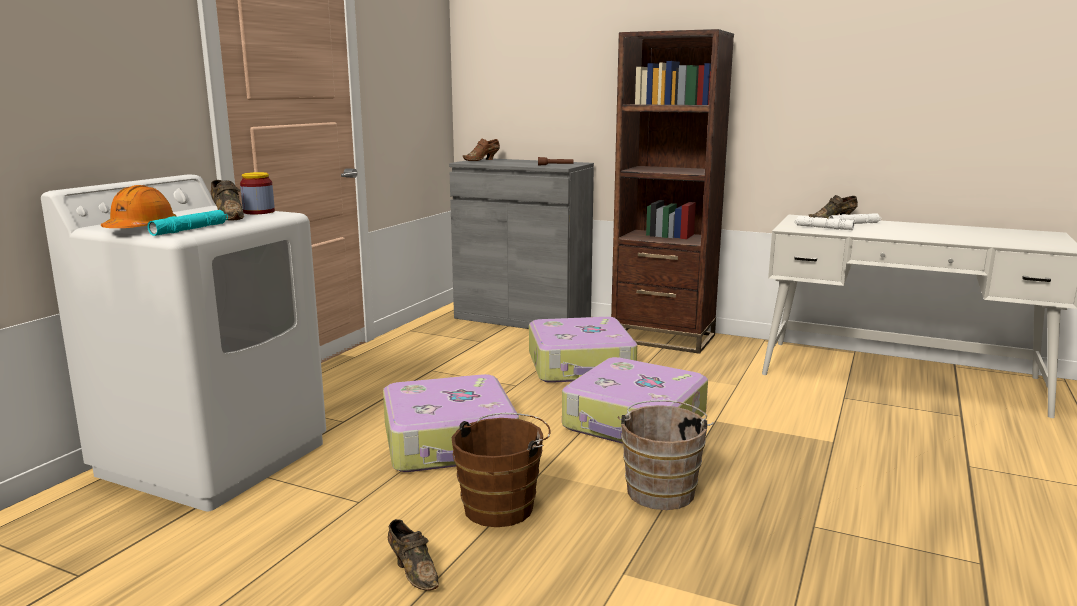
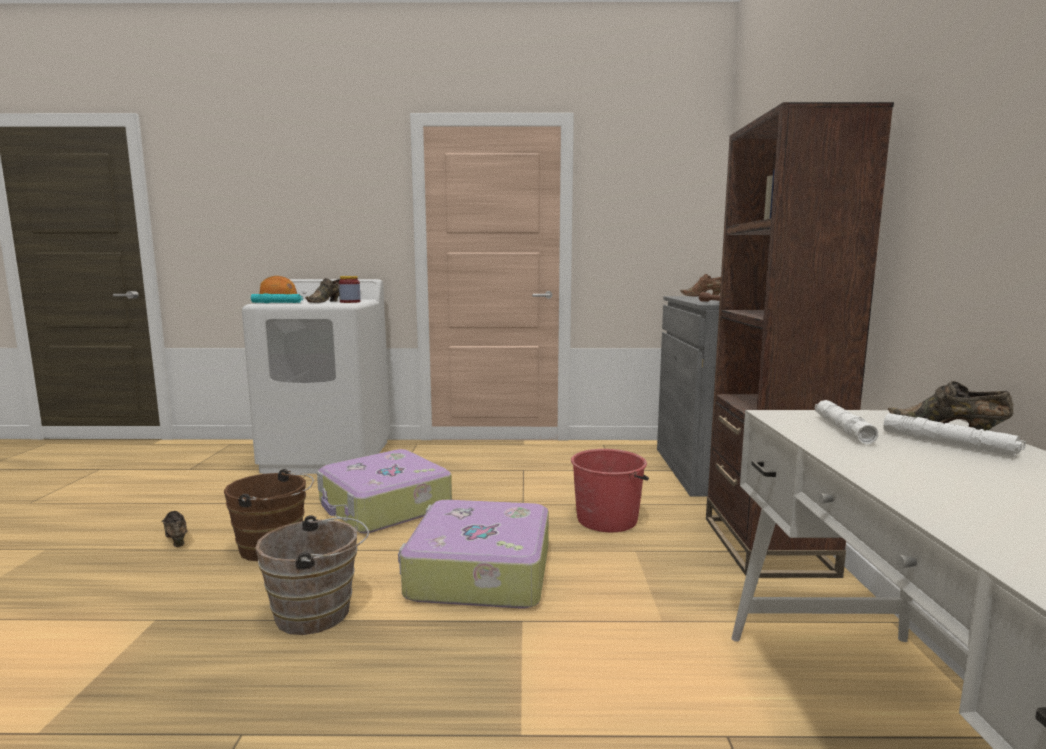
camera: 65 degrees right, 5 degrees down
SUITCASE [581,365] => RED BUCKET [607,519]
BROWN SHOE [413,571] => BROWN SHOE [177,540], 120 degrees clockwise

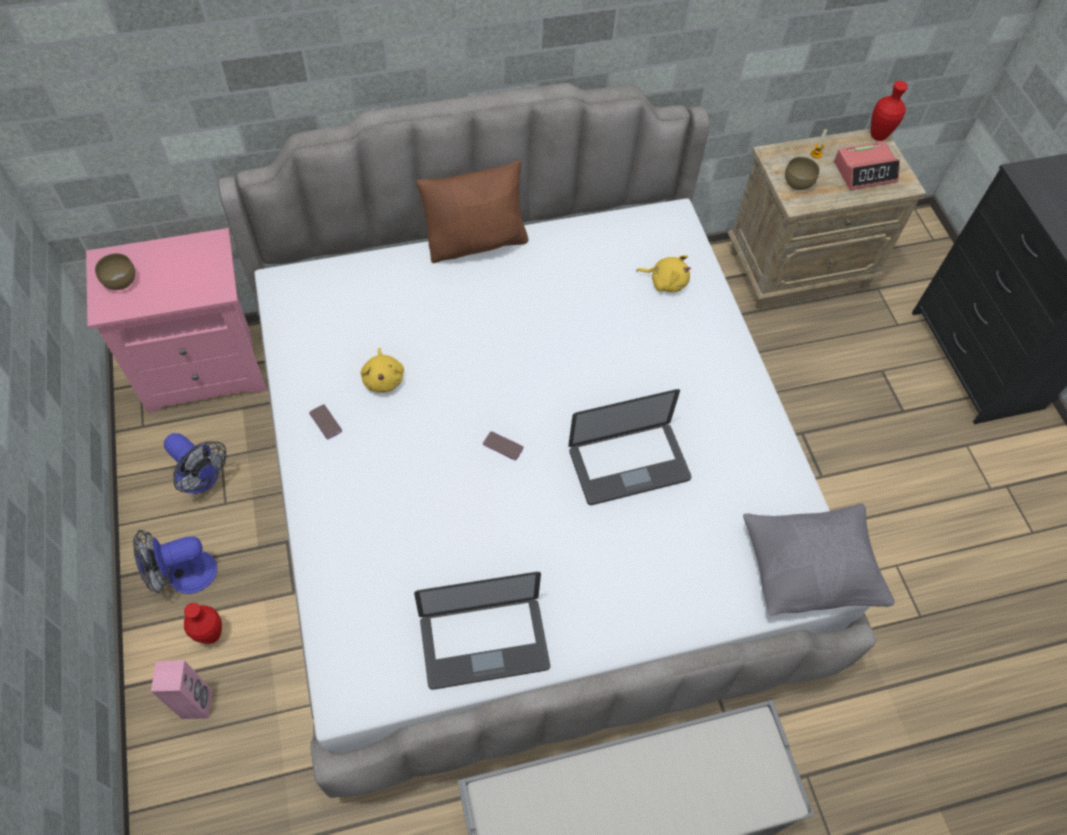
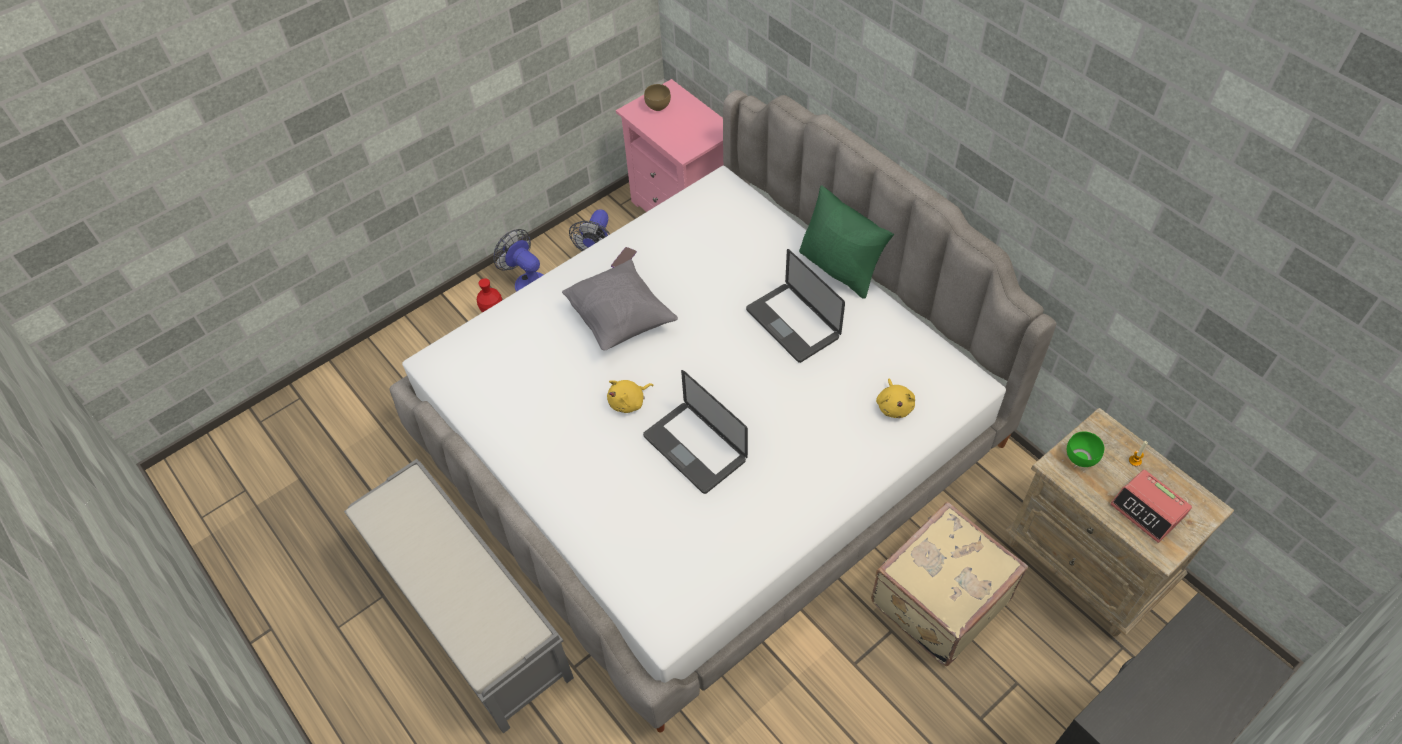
camera: 70 degrees right, 5 degrees down
RED VASE [878,136] => nothing
BROWN BOWL [796,183] => GREEN BOWL [1081,456]
BROWN PILLOW [476,242] => GREEN PILLOW [840,268]
YELLOW PLUSH TOY [383,378] => YELLOW PLUSH TOY [629,402], move
PHONE [503,446] => nothing
GREY PILLOW [809,571] => GREY PILLOW [620,320], move
LAPTOP [484,643] => LAPTOP [792,323], move
PINK SPEAKER [198,704] => nothing
nothing => BEIGE SUITCASE [937,599]

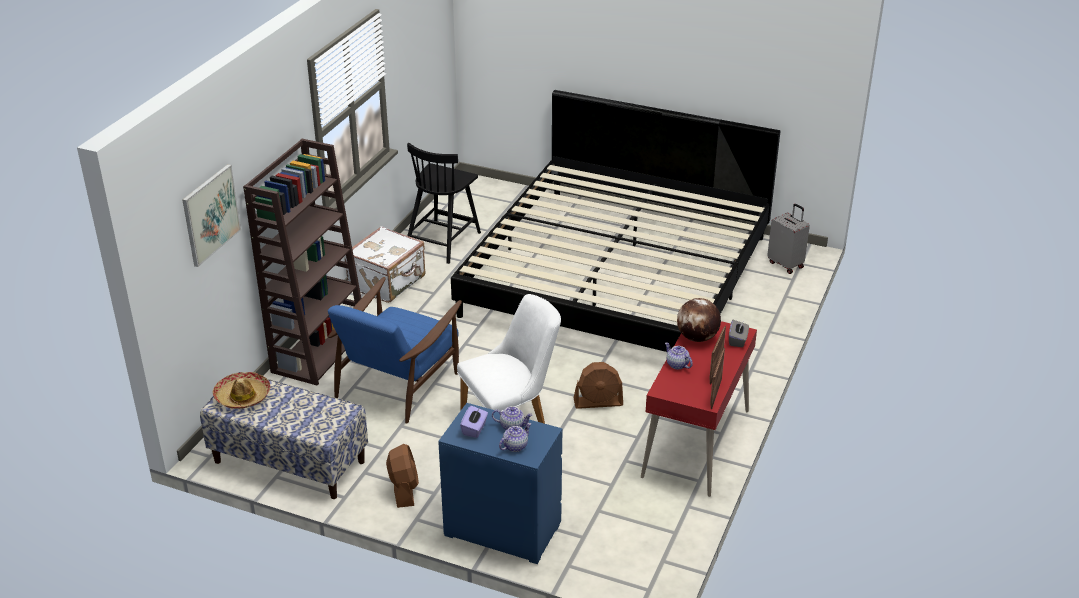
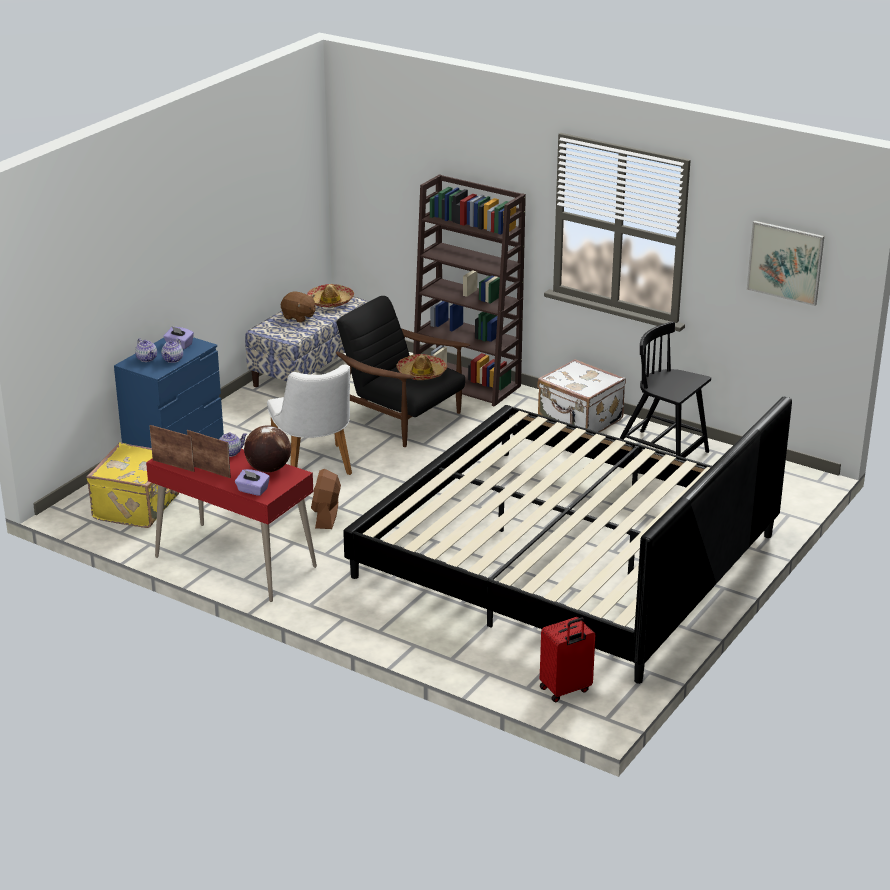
camera: 100 degrees right, 5 degrees down
PICTURE [211,214] => PICTURE [785,262], move
GREY SUITCASE [786,264] => RED SUITCASE [565,690]
BLUE ARMCHAIR [398,382] => BLACK ARMCHAIR [402,418]
GREY TISSUE BOX [737,340] => PURPLE TISSUE BOX [252,490]
BROWN FAN [404,489] => nothing
nothing => BROWN PLUSH TOY [299,317]
nothing => HAT [422,373]
nothing => YELLOW SUITCASE [138,507]

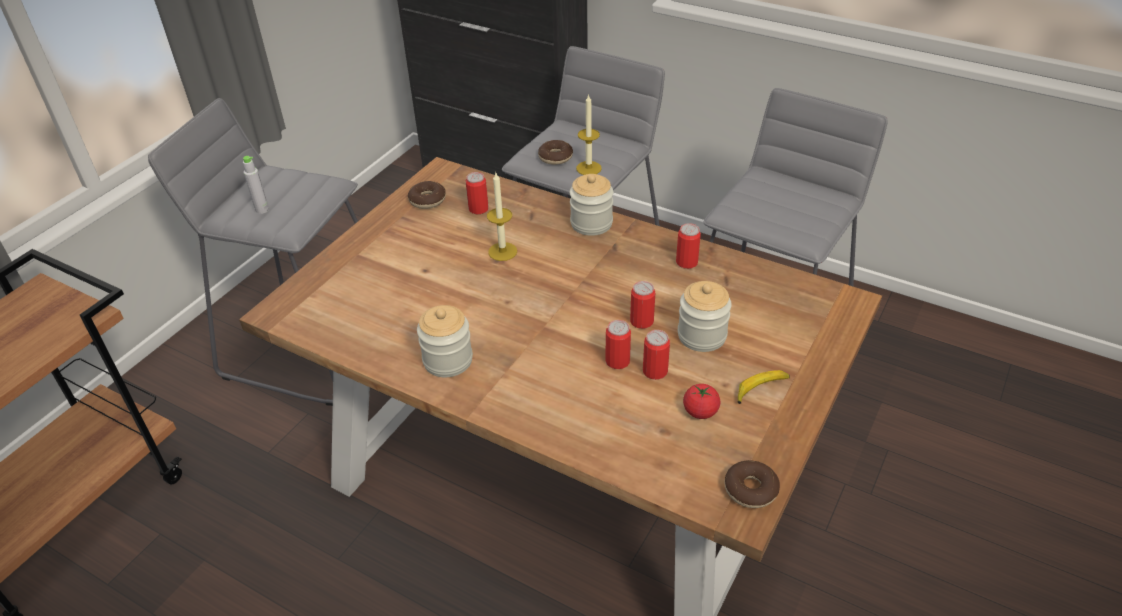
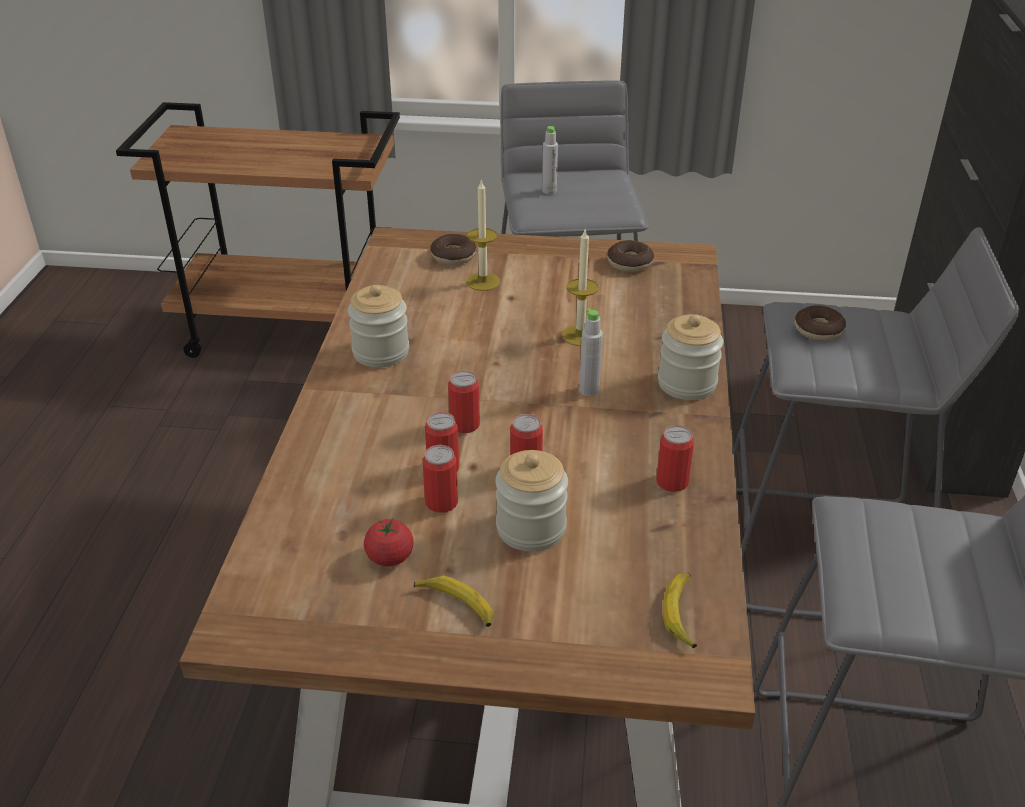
camera: 65 degrees right, 5 degrees down
CANDLE [588,168] => CANDLE [483,282], move
CAN [478,209] => CAN [464,425], move
DONUT [750,490] => DONUT [453,256], move
nothing => GREY BOTTLE [589,390]
nothing => BANANA [682,613]

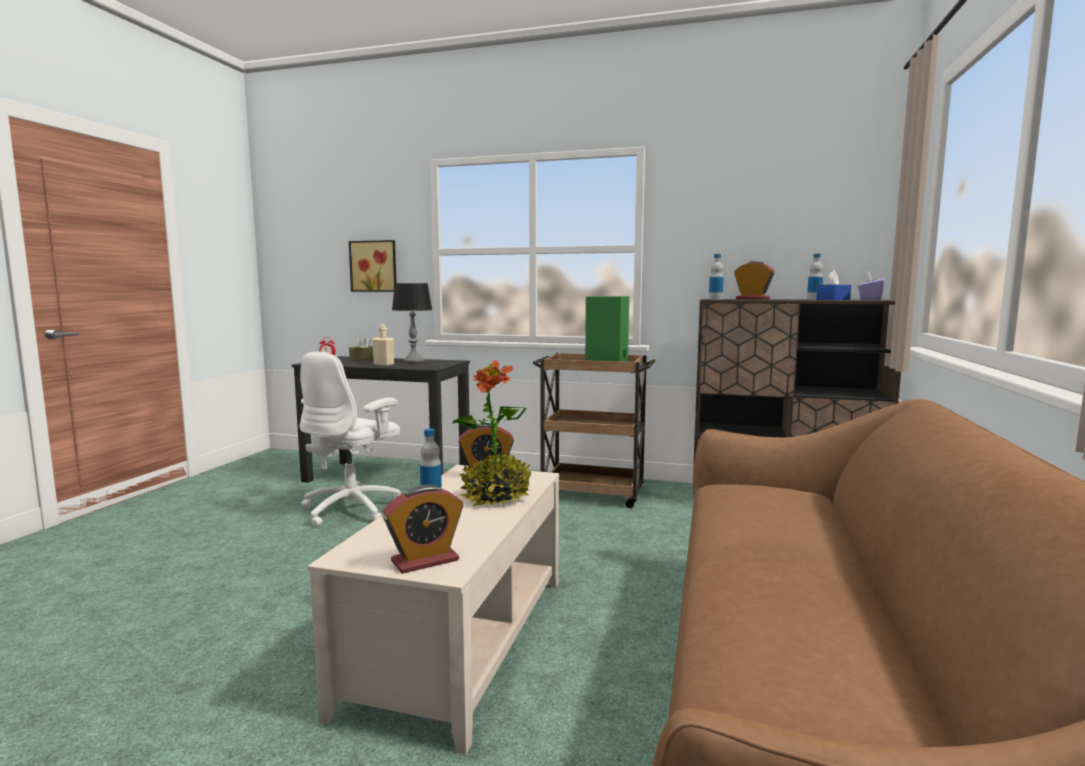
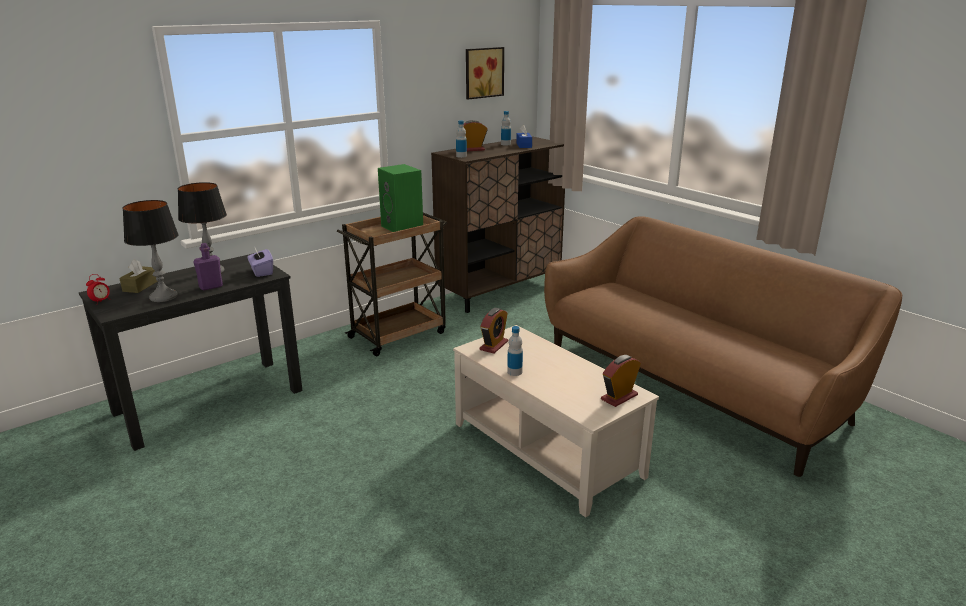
camera: 55 degrees left, 15 degrees up
PICTURE [374,266] => PICTURE [483,72], move
PURPLE TISSUE BOX [870,300] => PURPLE TISSUE BOX [261,272], move
BEIGE BOTTLE [384,365] => PURPLE BOTTLE [211,287]
WHITE OFFICE CHAIR [352,509] => nothing
POTTED PLANT [496,496] => nothing
ALARM CLOCK [425,561] => ALARM CLOCK [619,397], 135 degrees counterclockwise
nothing => TABLE LAMP [163,297]

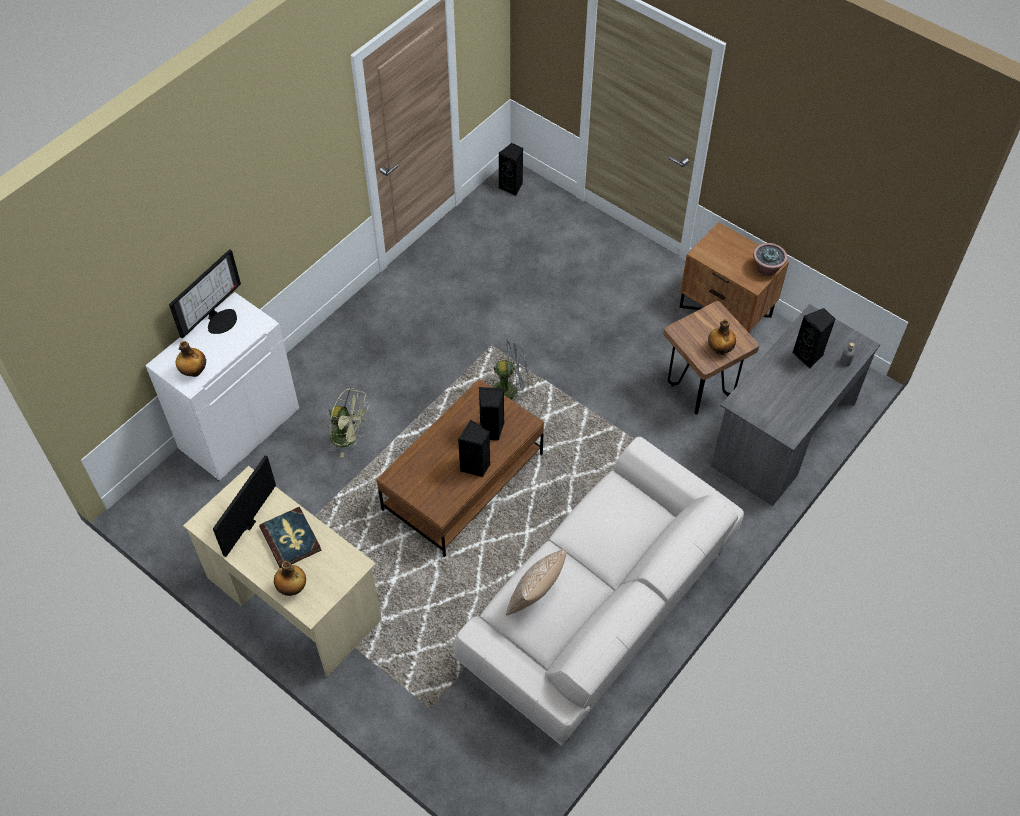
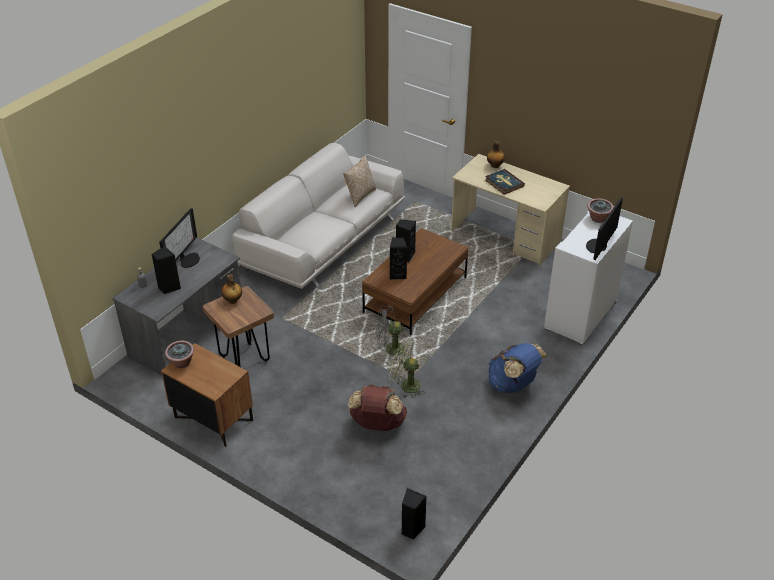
camera: 175 degrees right, 15 degrees down
BOTTLE [194,371] => POTTED PLANT [598,219]
GREEN FAN [349,438] => GREEN FAN [405,386], move
MONITOR [243,522] => MONITOR [188,259], move
nothing => BLUE BACKPACK [513,384]
nothing => BROWN BACKPACK [377,424]

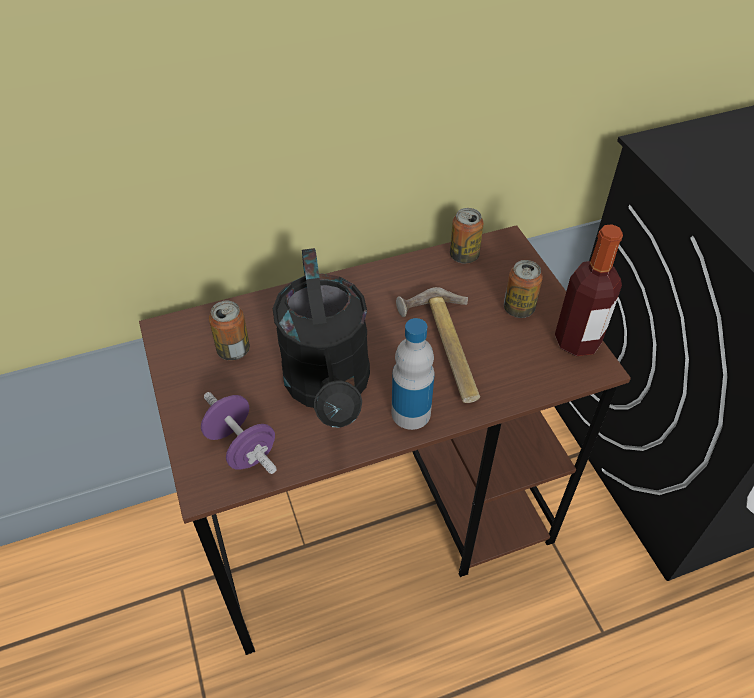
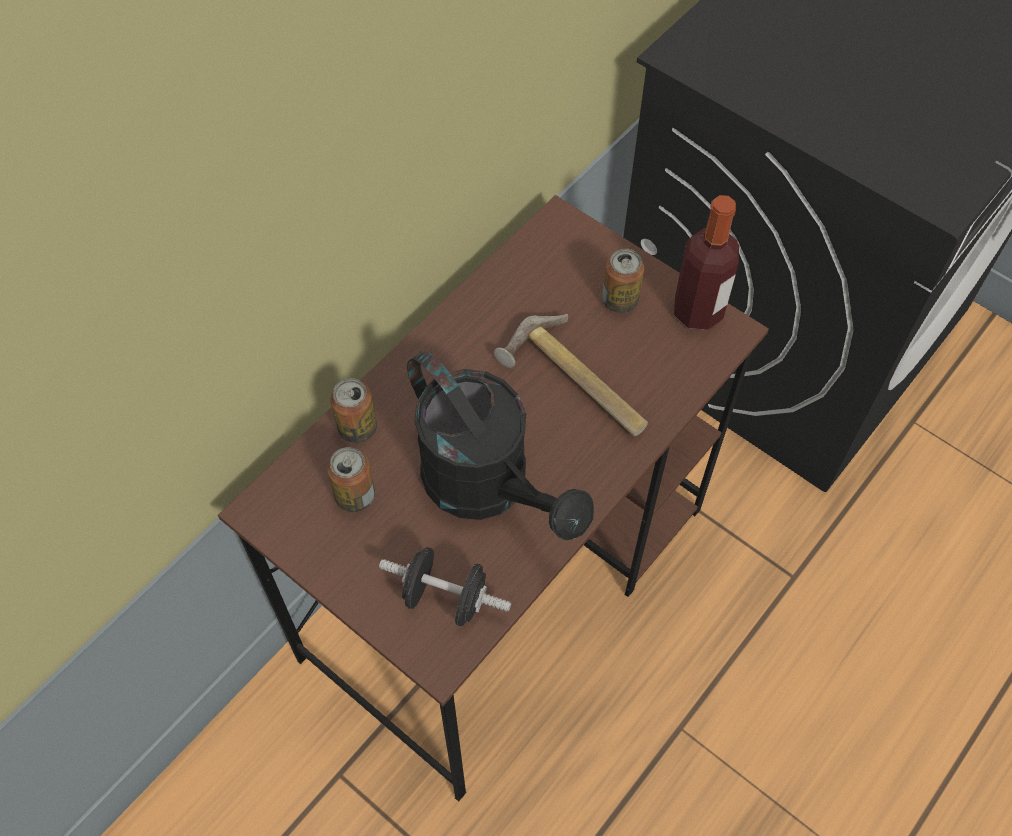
camera: 30 degrees left, 10 degrees up
CAN [464,256] => CAN [357,428], move
BOTTLE [411,413] => nothing
PURPLE DUMBBELL [241,447] => BLACK DUMBBELL [445,598]

